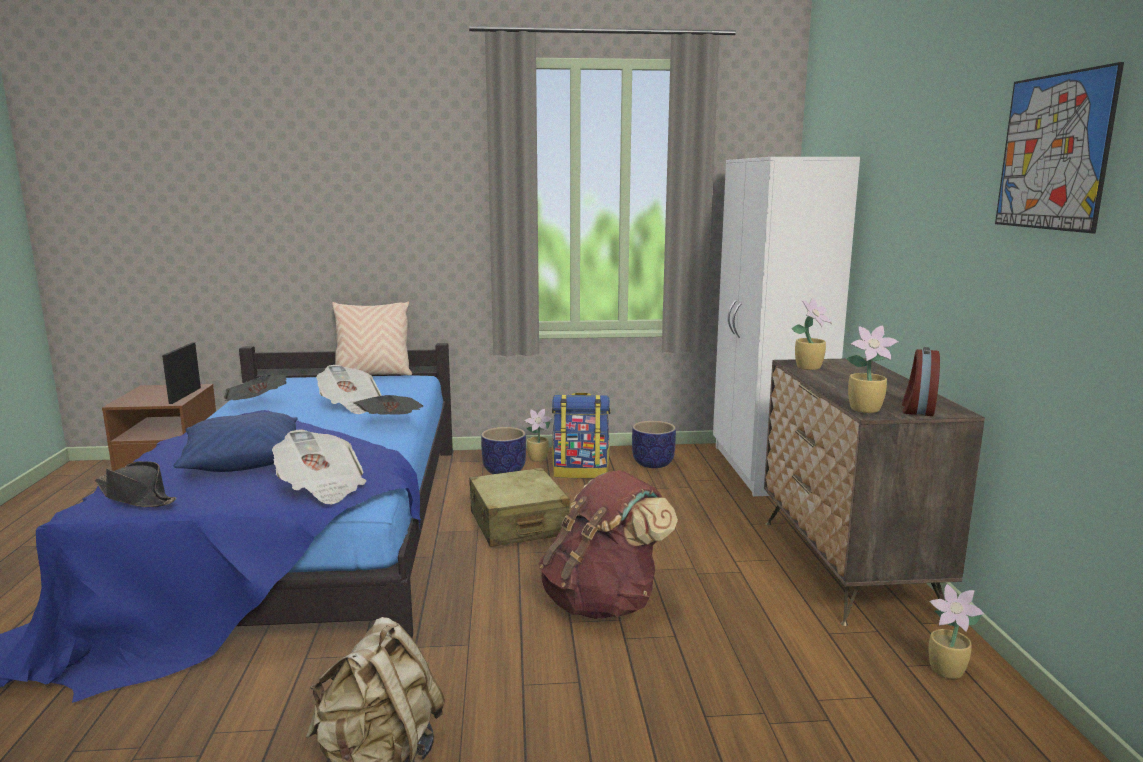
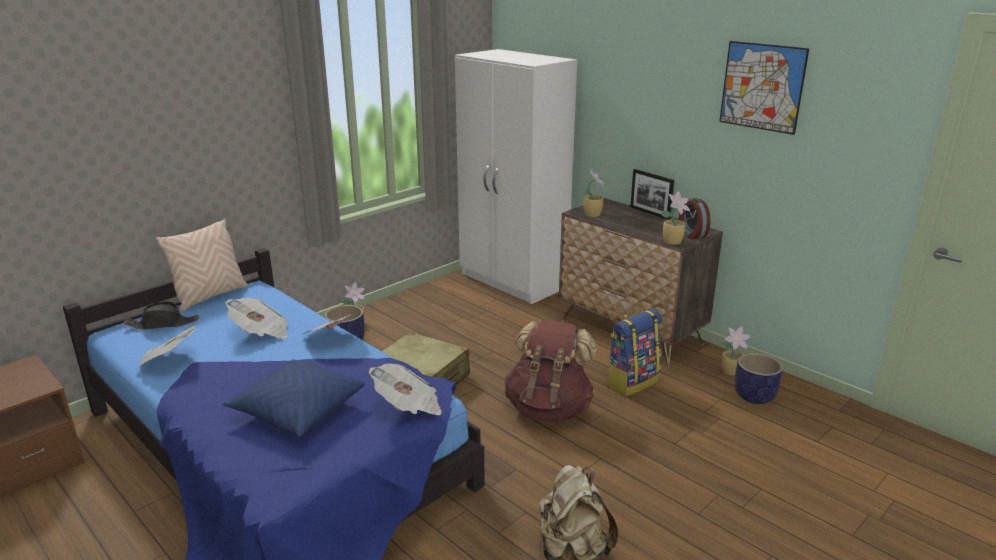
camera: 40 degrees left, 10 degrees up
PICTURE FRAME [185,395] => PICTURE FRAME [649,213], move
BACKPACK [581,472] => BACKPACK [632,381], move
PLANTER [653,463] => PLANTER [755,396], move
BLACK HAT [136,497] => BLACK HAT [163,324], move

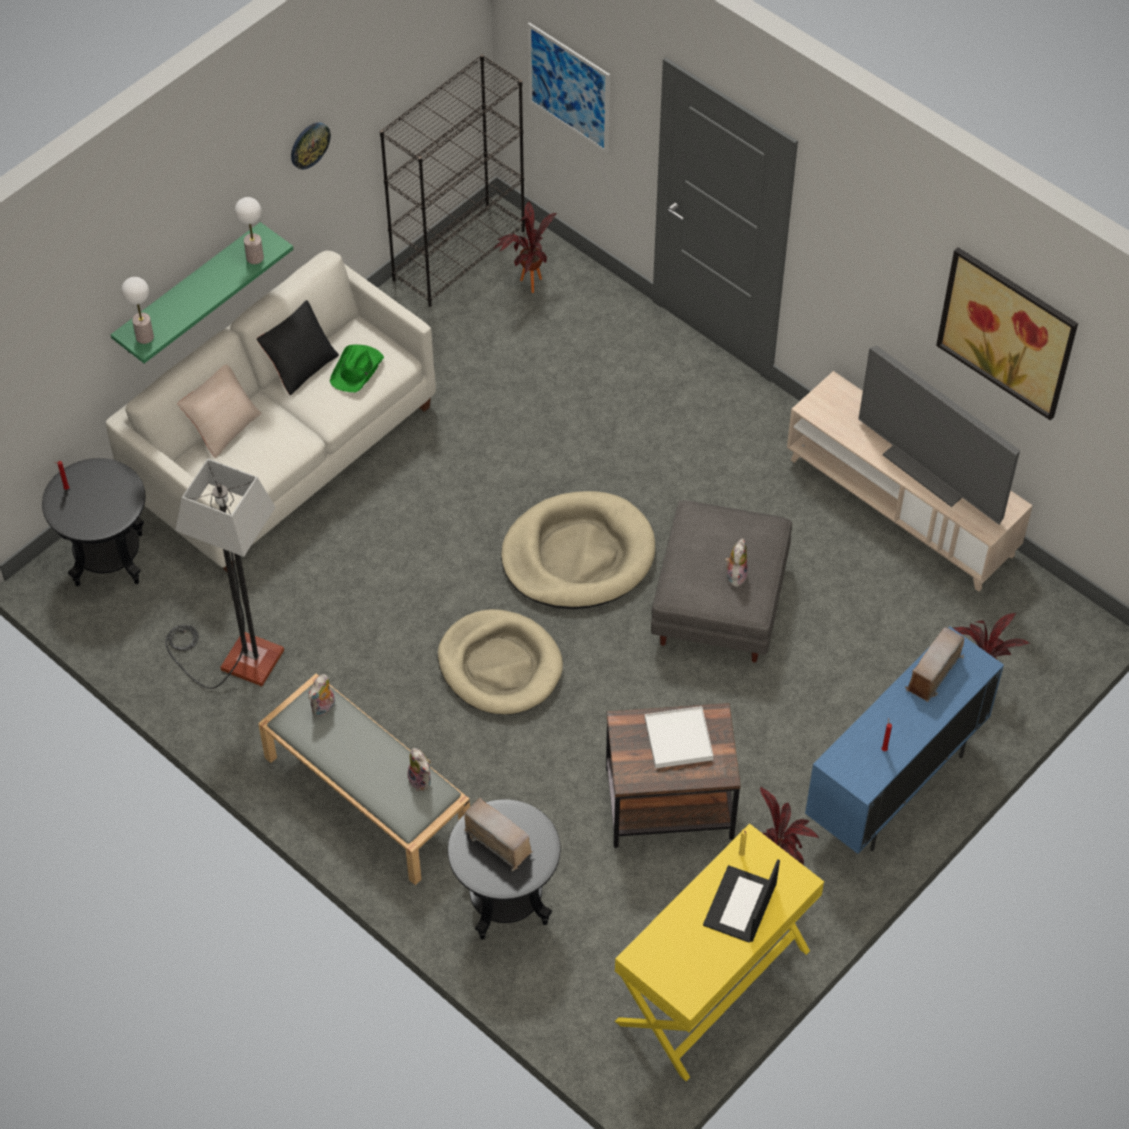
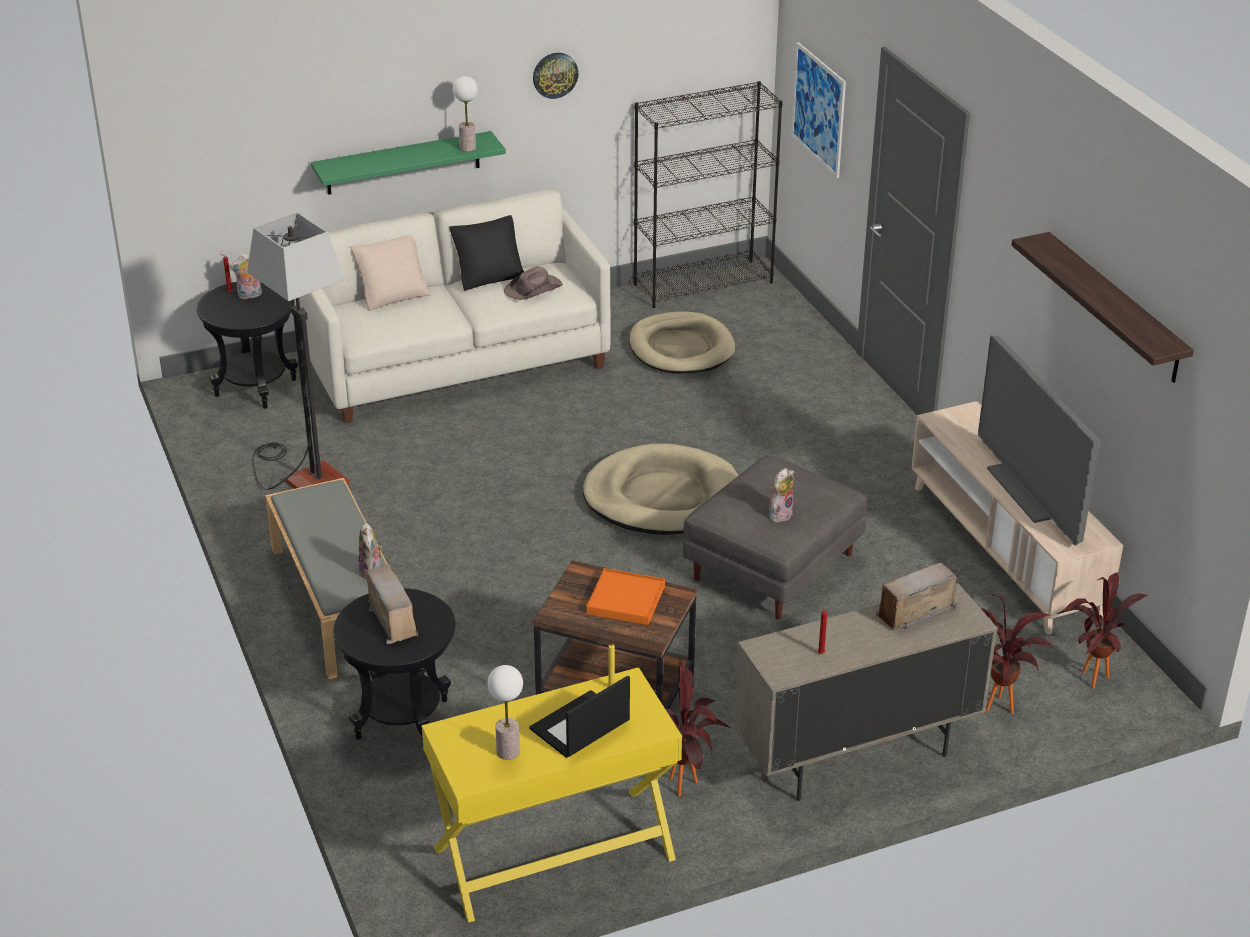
camera: 25 degrees right, 20 degrees down
POTTED PLANT [525,282] => POTTED PLANT [1087,676], move
PICTURE [1007,332] => SHELF [1114,308]
TABLE LAMP [144,337] => TABLE LAMP [507,752], move
GREEN HAT [357,369] => BROWN HAT [534,289]
BEIGE DOG BED [500,665] => BEIGE DOG BED [681,348], move
BLUE CABINET [893,786] => BEIGE CABINET [856,757]
PLUSH TOY [324,708] => PLUSH TOY [249,296], move
WHITE TRAY [678,739] => ORANGE TRAY [625,600]

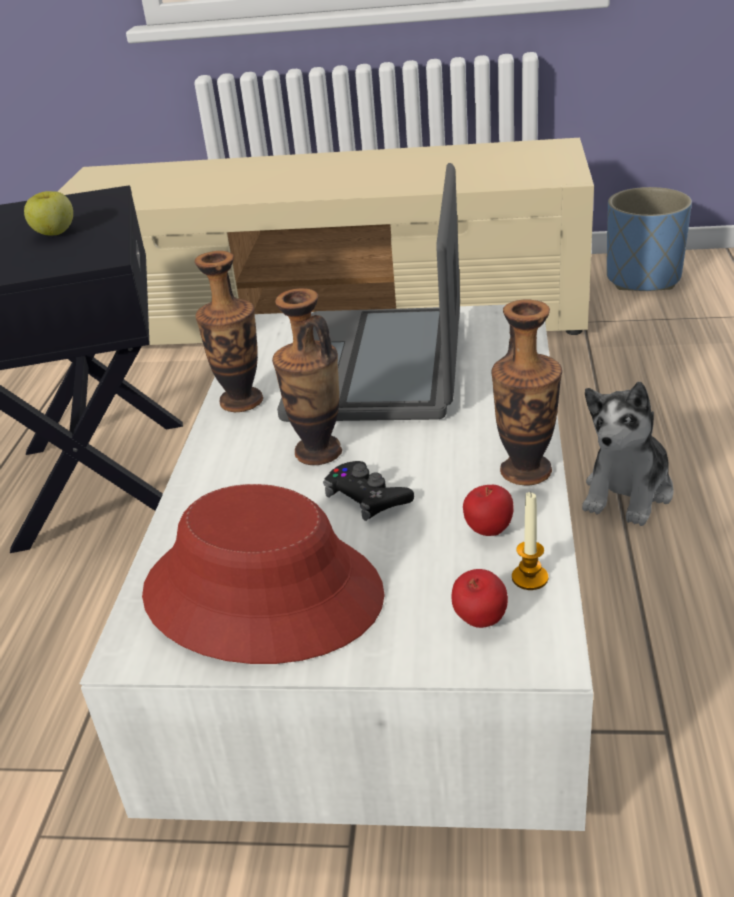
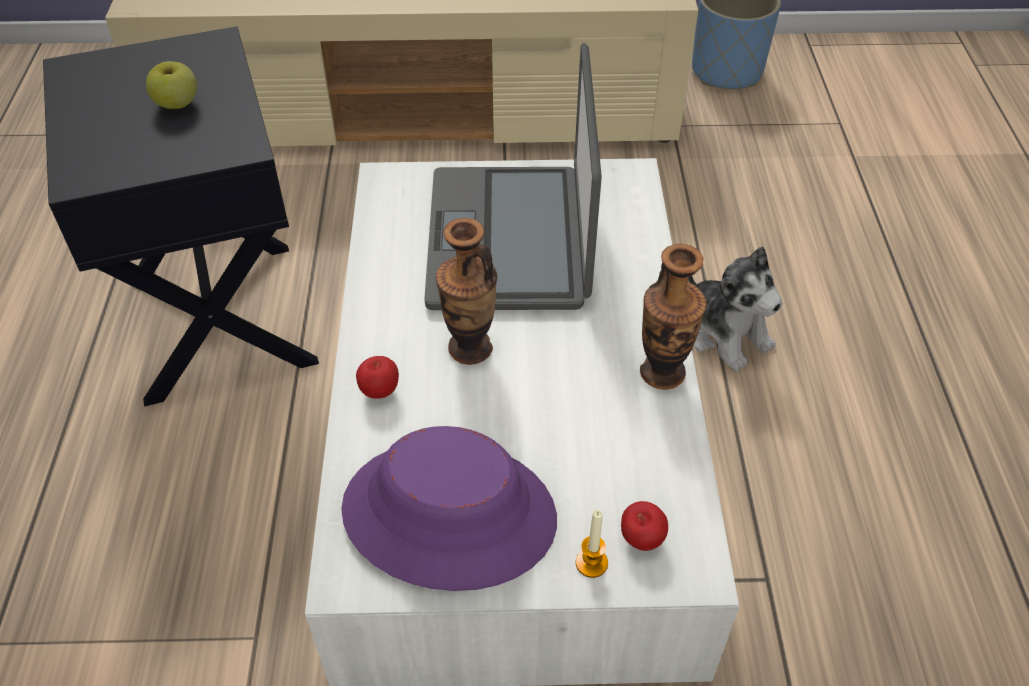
camera: 10 degrees left, 15 degrees up
VASE [241,401] => nothing
PLUSH TOY [628,492] => PLUSH TOY [724,333], 60 degrees counterclockwise
BLACK GAME CONTROLLER [367,497] => nothing
RED HAT [264,593] => PURPLE HAT [450,513]
APPLE [488,531] => APPLE [379,391], move
CANDLE [530,578] => CANDLE [591,563], move

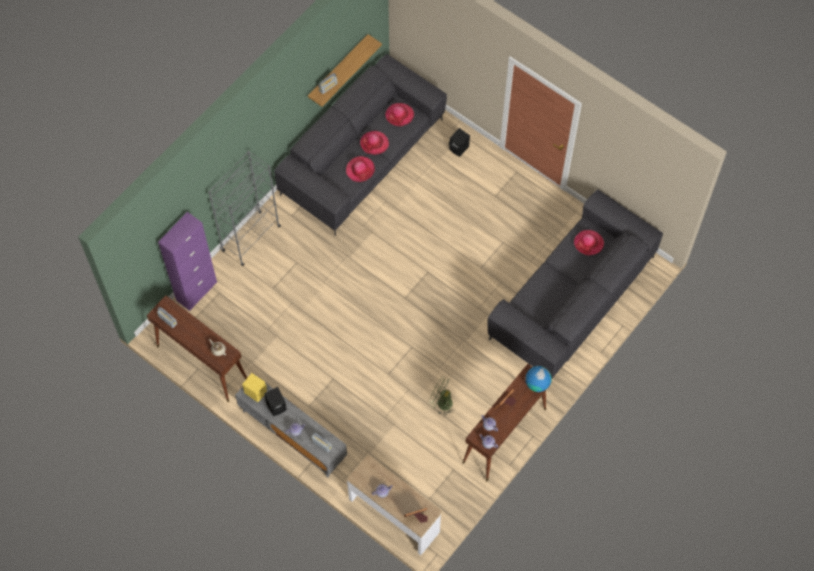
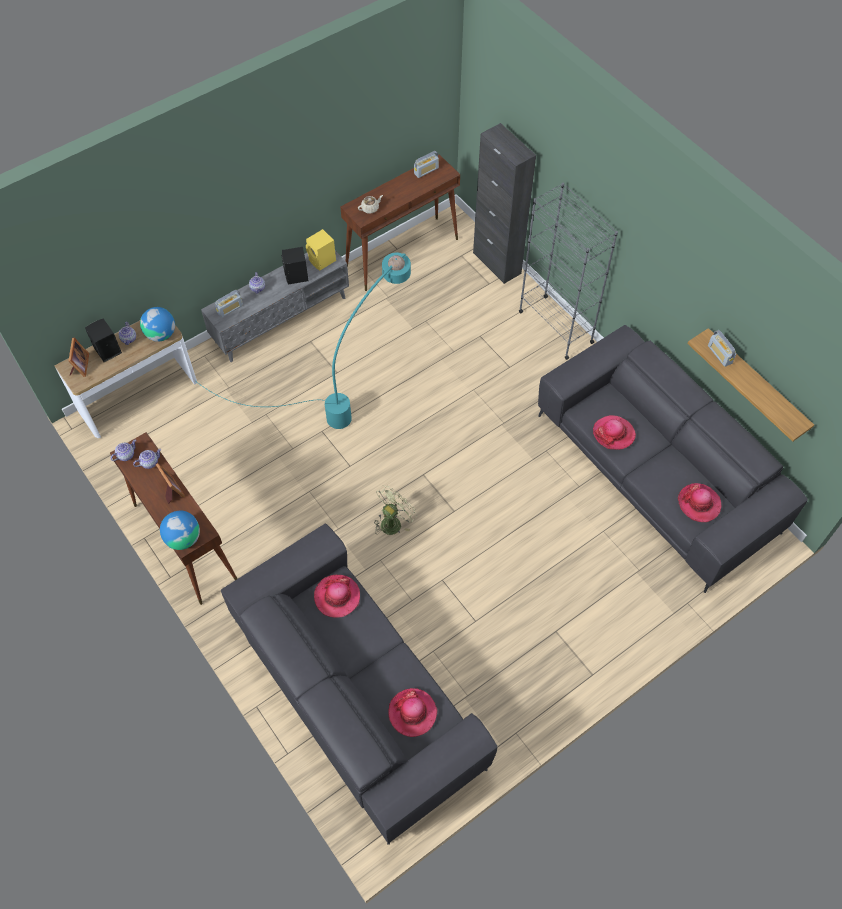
camera: 105 degrees right, 5 degrees down
BLACK SPEAKER [459,148] => BLACK SPEAKER [106,350], move
HAT [374,143] => HAT [337,597], move
PURPLE CABINET [196,291] => BLACK CABINET [497,263]
GREEN FAN [441,402] => GREEN FAN [393,521], move
nothing => TURQUOISE FLOOR LAMP [347,392]
nothing => GLOBE [161,334]

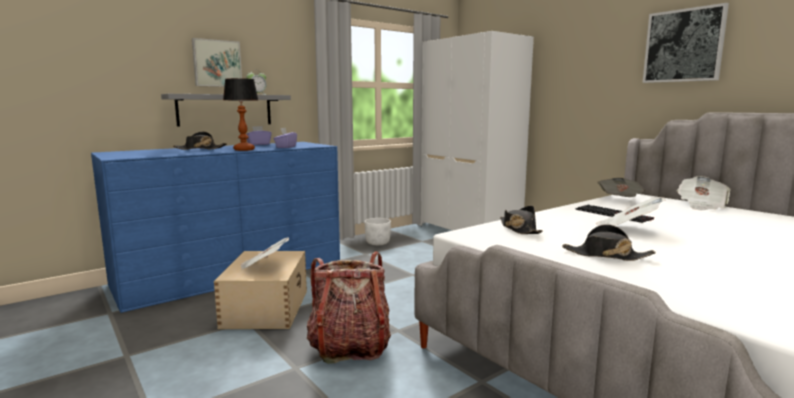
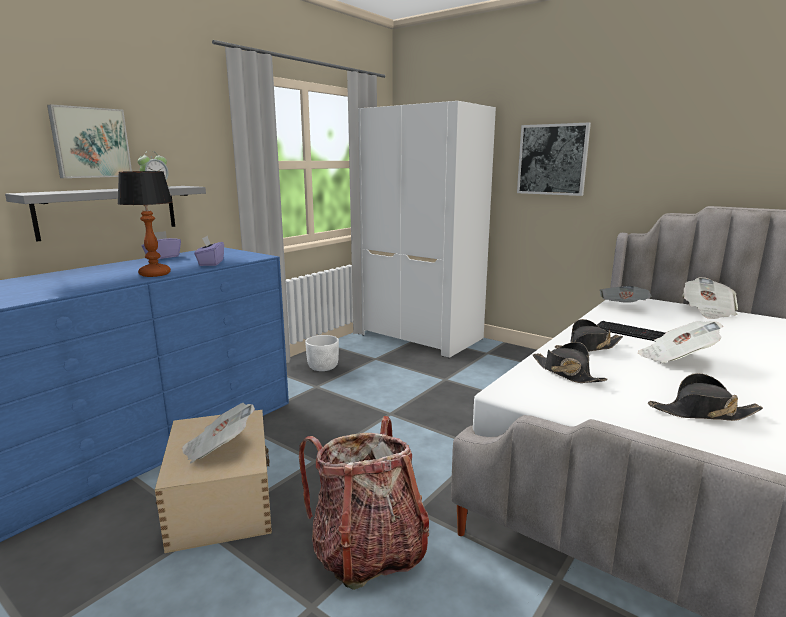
camera: 15 degrees left, 5 degrees up
PICTURE [683,45] => PICTURE [552,159], move
BLACK HAT [200,149] => BLACK HAT [588,347], move

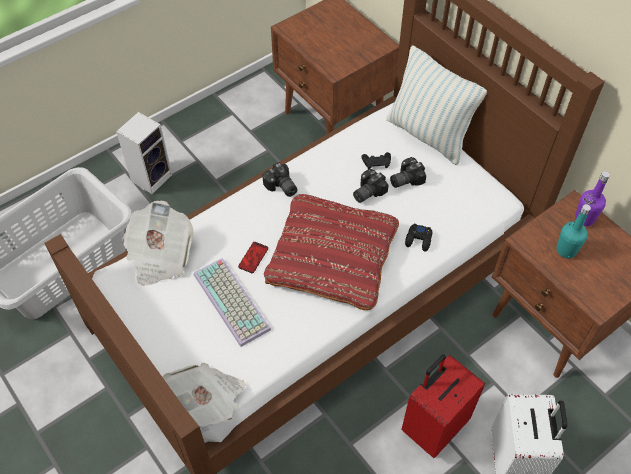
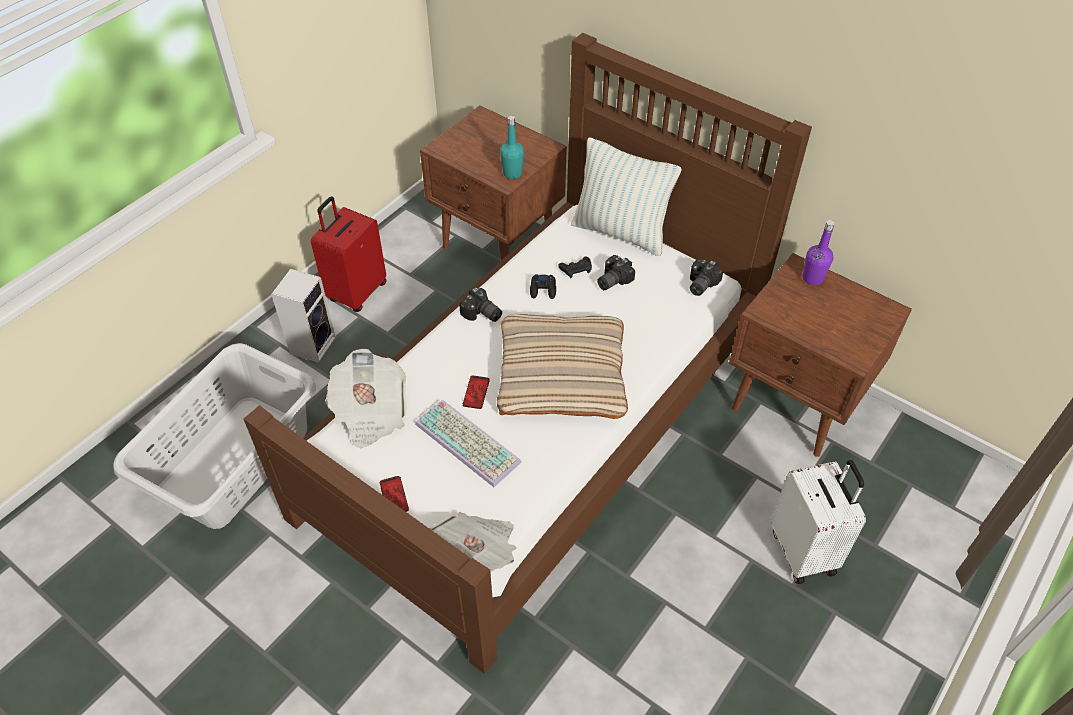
camera: 15 degrees left, 5 degrees down
PHOTO CAMERA [366,192] => PHOTO CAMERA [699,284], move
RED PILLOW [332,256] => BEIGE PILLOW [562,373]
TURQUOISE BOTTLE [566,250] => TURQUOISE BOTTLE [512,173], move
BLACK GAME CONTROLLER [418,240] => BLACK GAME CONTROLLER [543,289], move
RED SUITCASE [433,426] => RED SUITCASE [356,292], move
nothing => PHONE [394,496]

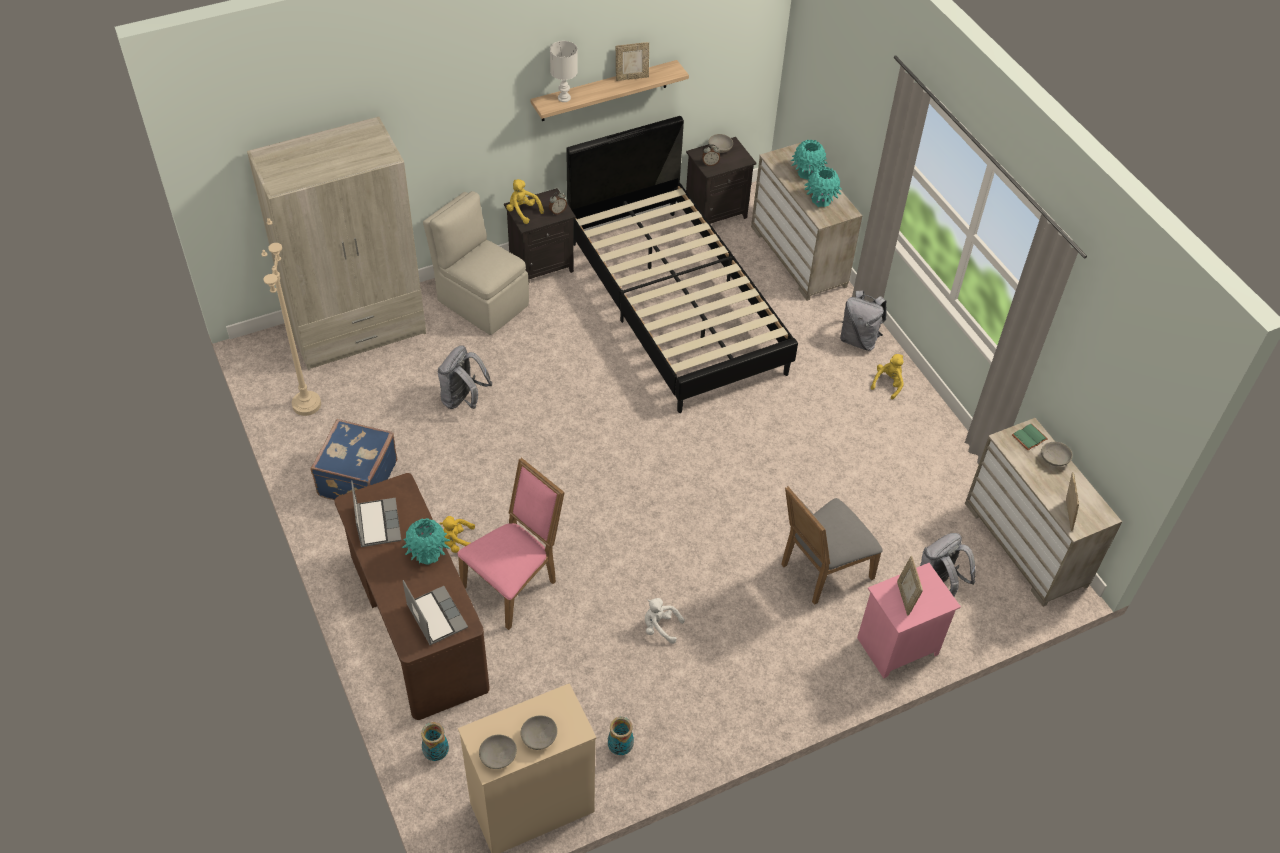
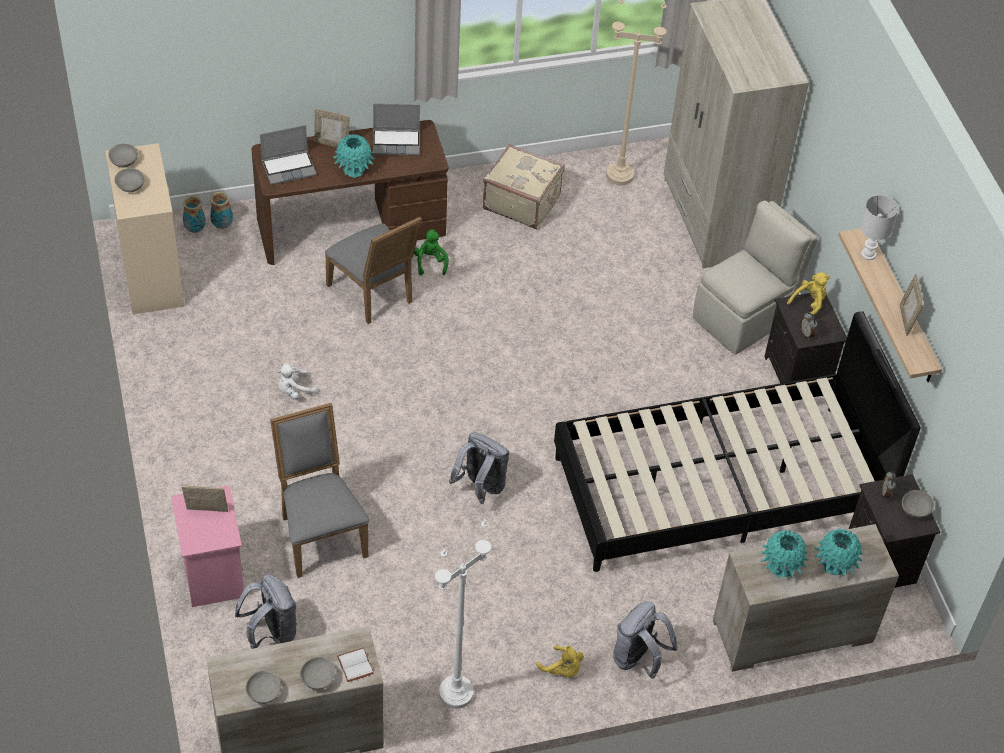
camera: 100 degrees right, 0 degrees up
GREY BACKPACK [463,400] => GREY BACKPACK [480,487], move
BLUE SUITCASE [356,478] => BEIGE SUITCASE [521,202]
GREEN BOOK [1029,438] => WHITE BOOK [354,665]
PINK CHAIR [514,583] => GREY CHAIR [374,295]
PICTURE FRAME [1066,514] => PICTURE FRAME [332,144], move
YELLOW PLUSH TOY [458,542] => GREEN PLUSH TOY [430,262]
WHITE PLUSH TOY [660,627] => WHITE PLUSH TOY [295,391], 150 degrees counterclockwise
VASE [620,748] => VASE [195,229], move
nothing => WHITE FLOOR LAMP [456,693]
nothing => GREY BOWL [263,693]

